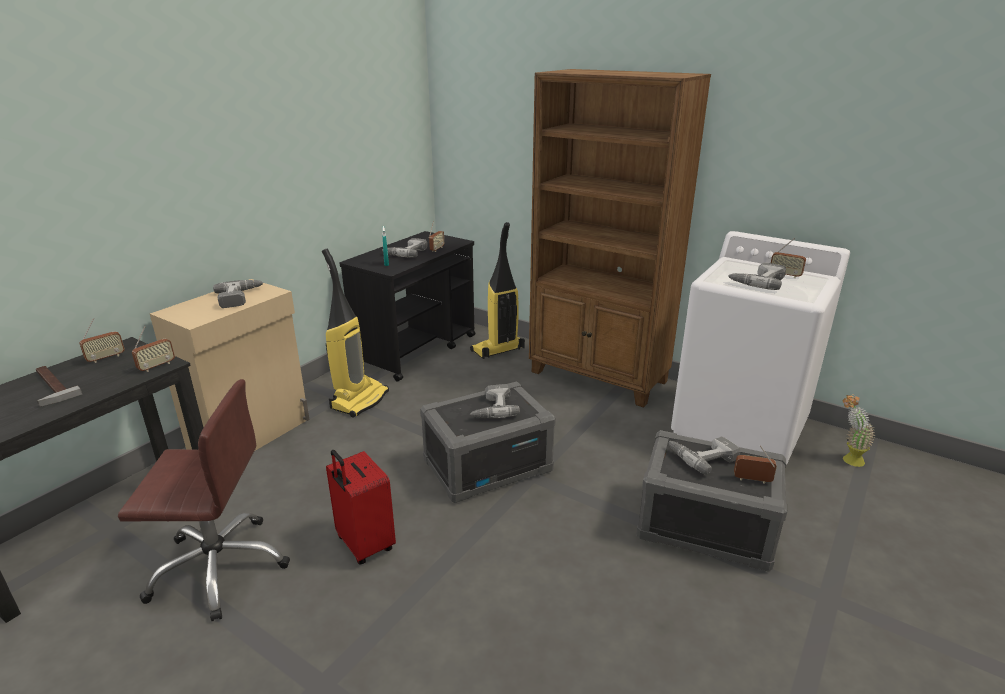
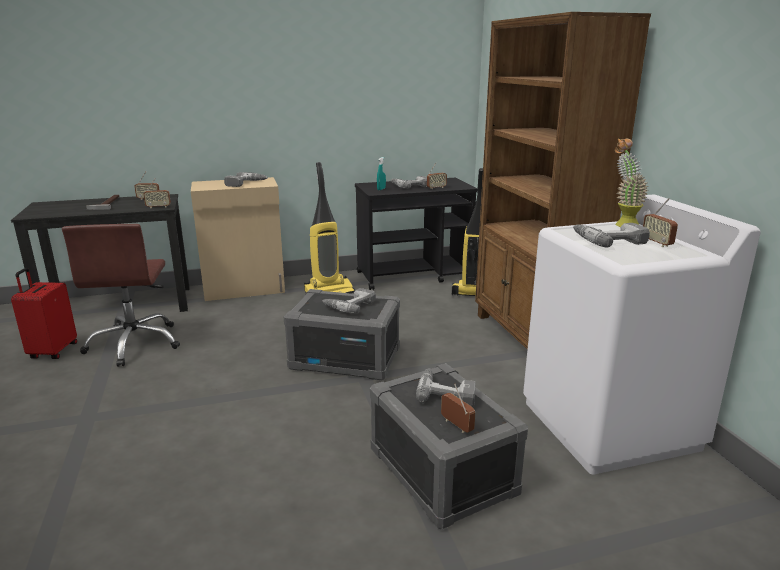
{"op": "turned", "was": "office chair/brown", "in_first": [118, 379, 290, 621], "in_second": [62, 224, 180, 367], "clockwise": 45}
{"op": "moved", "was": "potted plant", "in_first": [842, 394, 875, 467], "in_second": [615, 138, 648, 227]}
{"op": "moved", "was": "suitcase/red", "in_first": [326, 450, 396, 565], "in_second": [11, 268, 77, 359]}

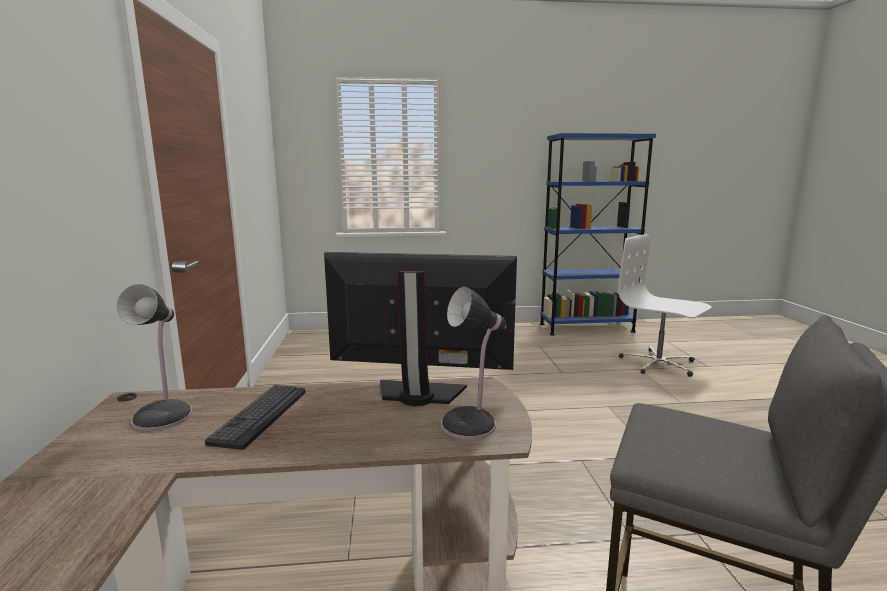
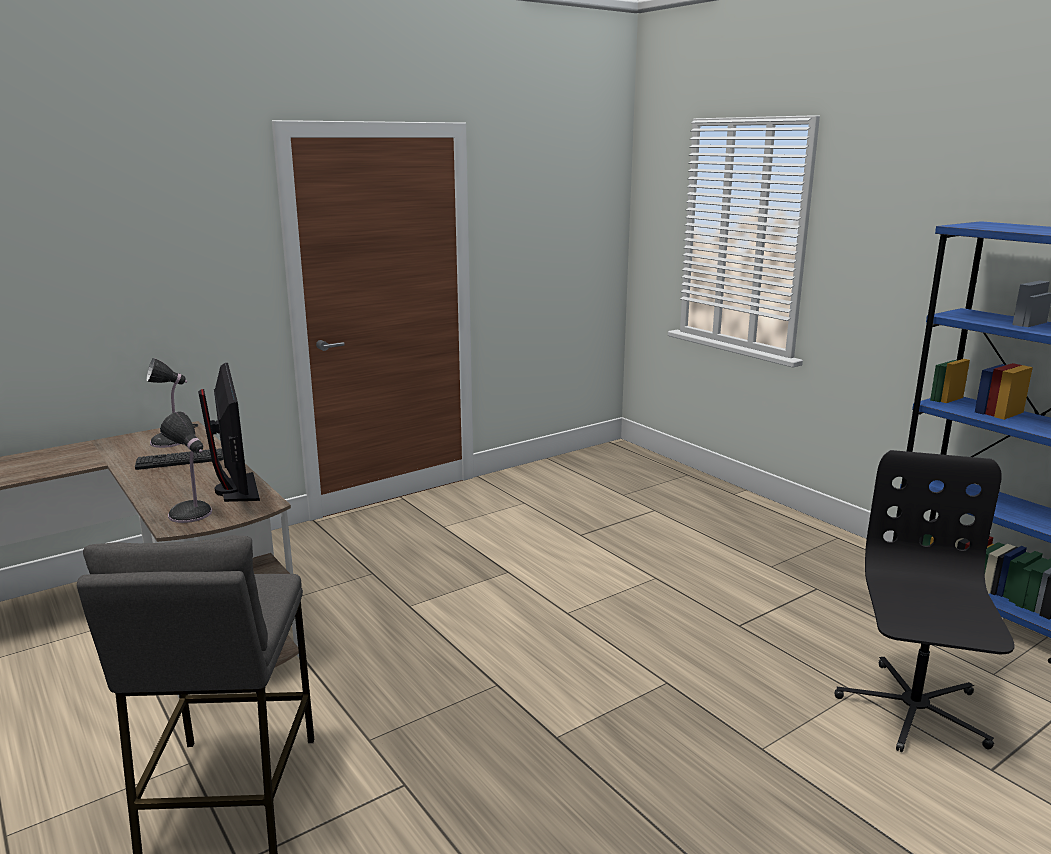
{"op": "recoloured", "was": "office chair/white", "now": "office chair/black", "in_first": [618, 234, 712, 377], "in_second": [835, 450, 1015, 752]}

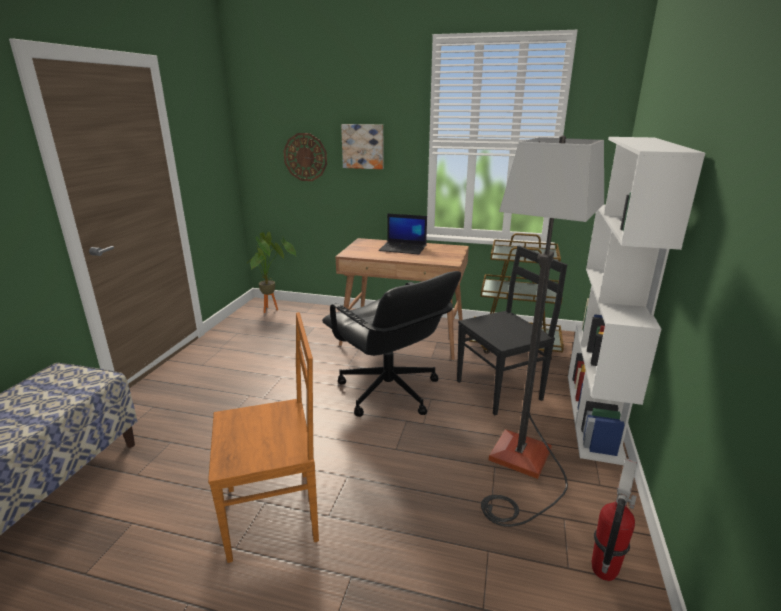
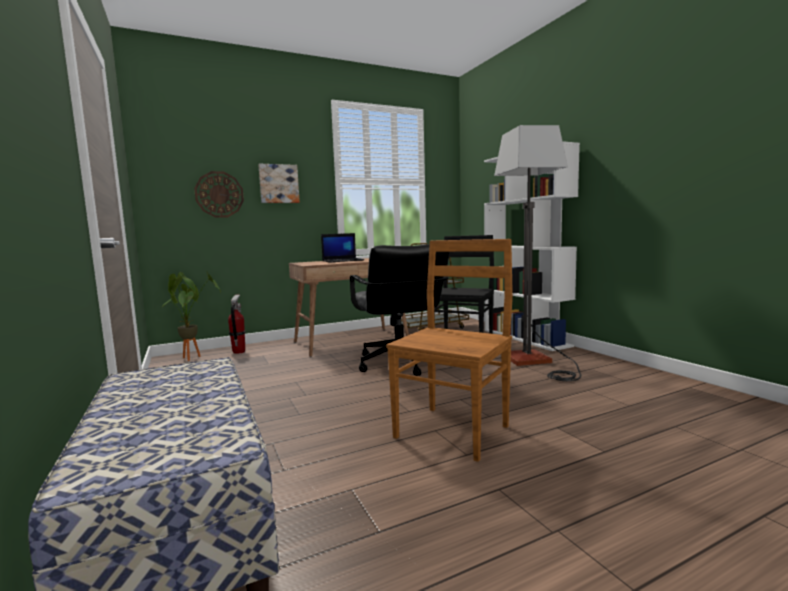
{"op": "turned", "was": "office chair/black", "in_first": [322, 271, 461, 417], "in_second": [350, 244, 450, 376], "clockwise": 60}
{"op": "moved", "was": "fire extinguisher", "in_first": [592, 459, 637, 581], "in_second": [228, 294, 246, 354]}

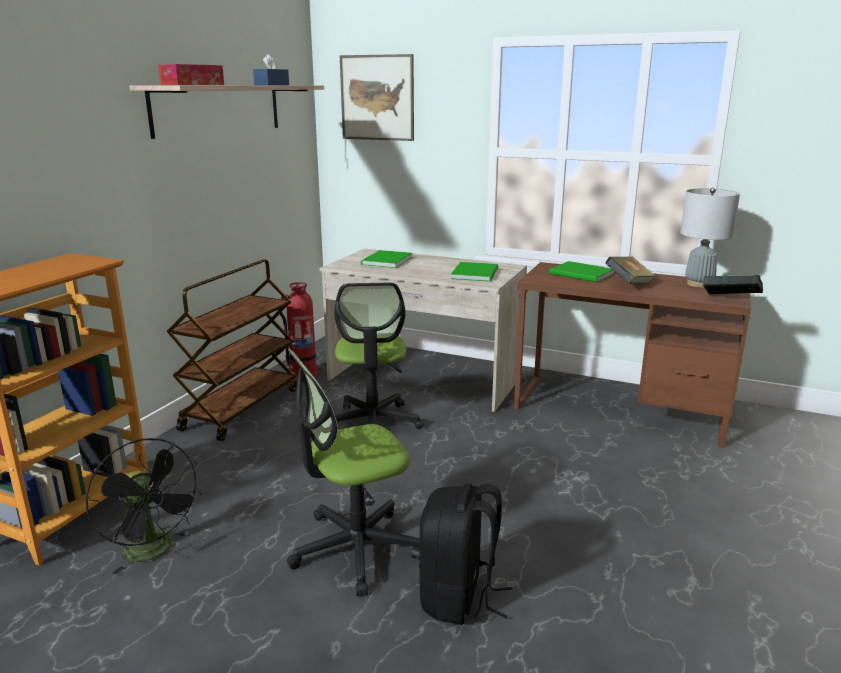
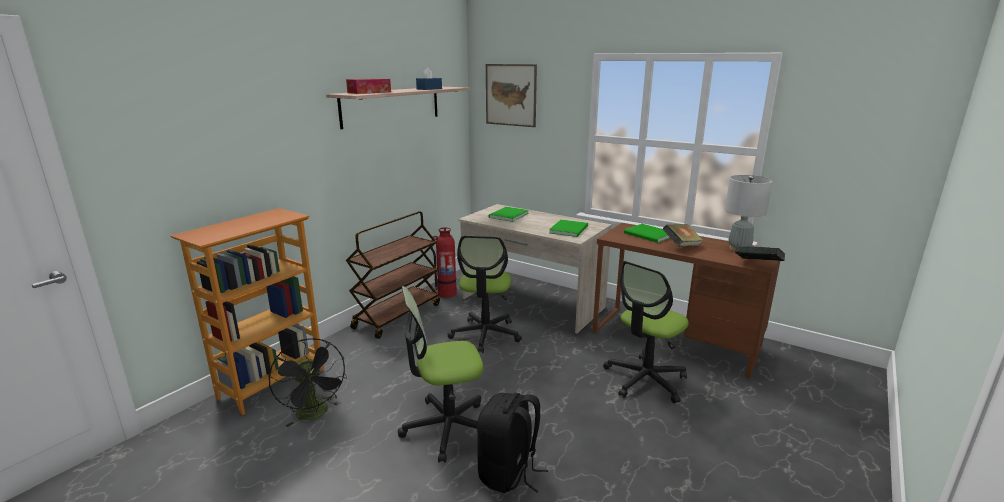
{"op": "added", "now": "office chair", "in_second": [603, 261, 689, 403]}

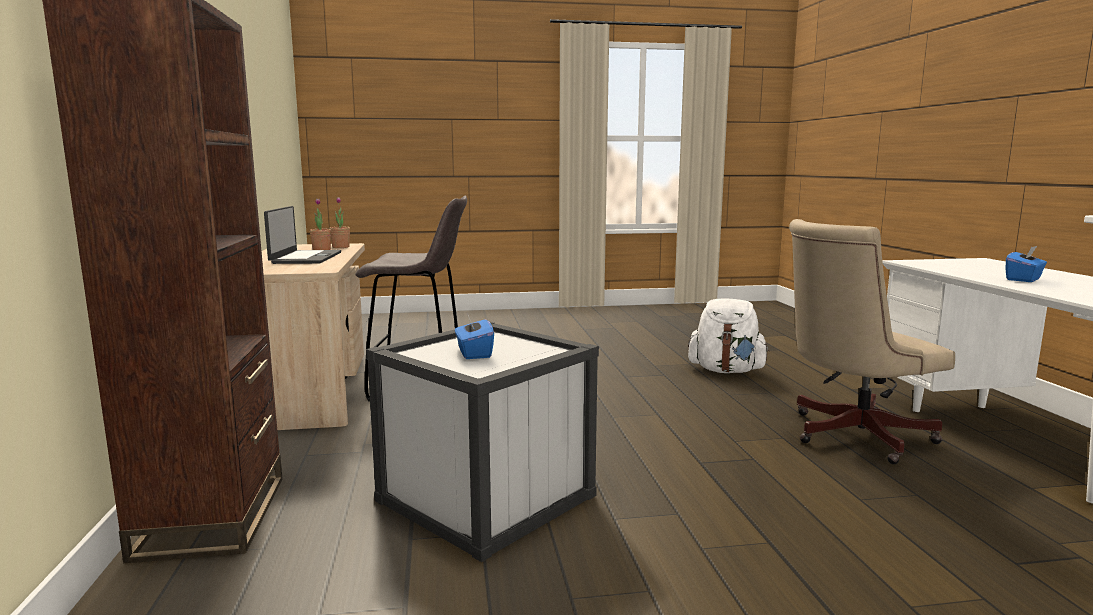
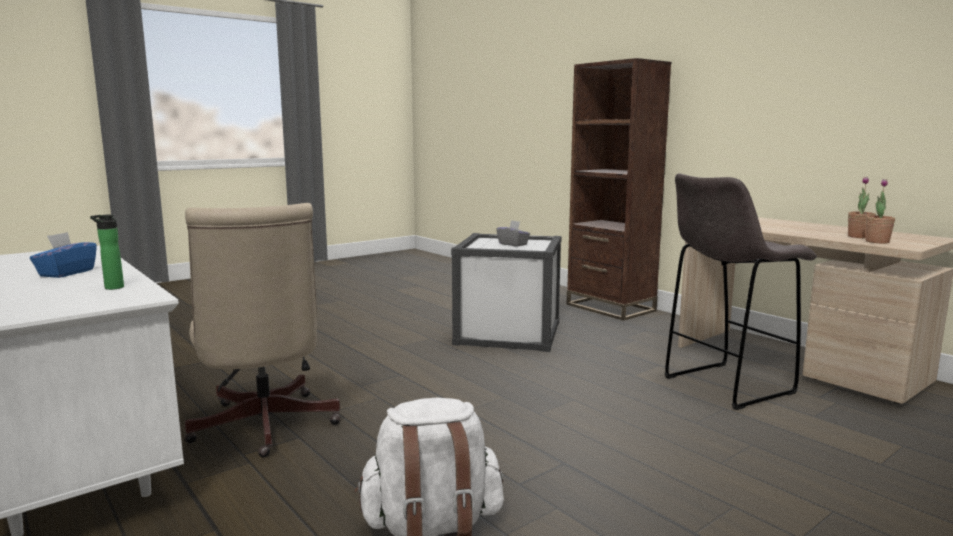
{"op": "removed", "was": "laptop", "in_first": [264, 206, 341, 264]}
{"op": "turned", "was": "office chair/beige", "in_first": [789, 219, 955, 464], "in_second": [184, 203, 341, 458], "clockwise": 120}
{"op": "recoloured", "was": "tissue box/blue", "now": "tissue box/grey", "in_first": [455, 313, 494, 359], "in_second": [496, 220, 530, 247]}
{"op": "added", "now": "bottle", "in_second": [90, 214, 124, 290]}

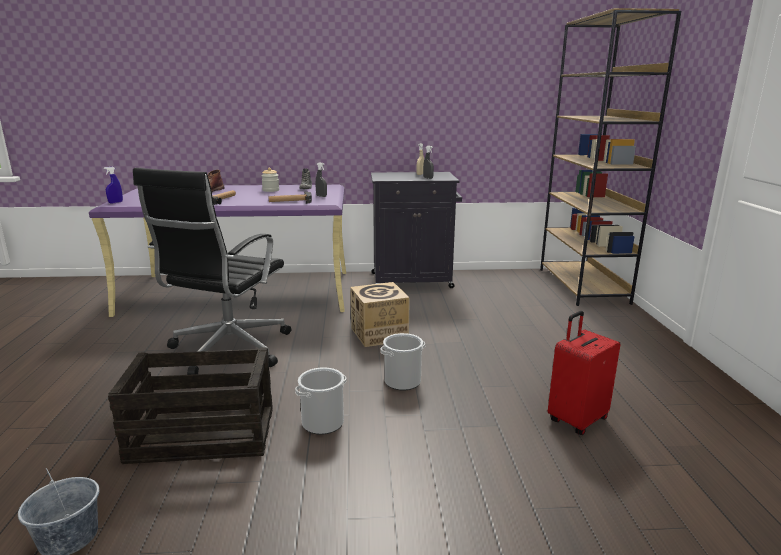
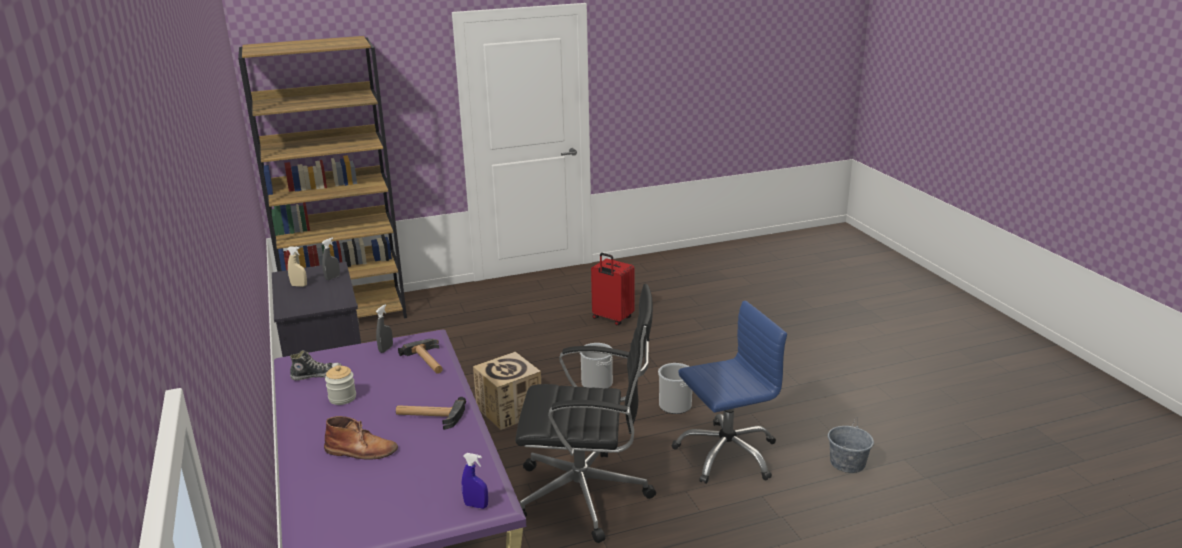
{"op": "replaced", "was": "crate", "now": "office chair/blue", "in_first": [108, 347, 273, 464], "in_second": [672, 300, 787, 484]}

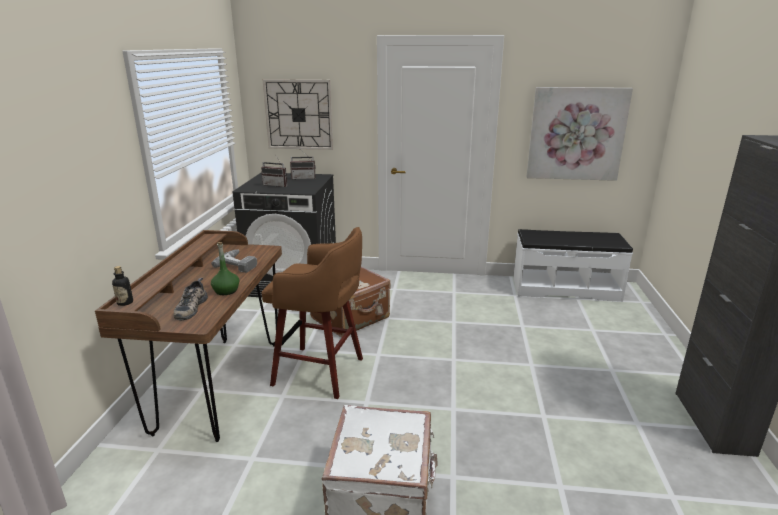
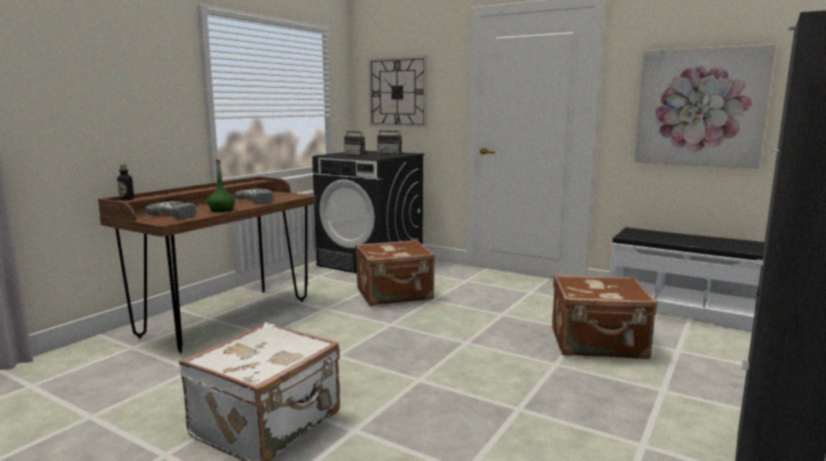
{"op": "removed", "was": "stool/brown", "in_first": [262, 227, 363, 399]}
{"op": "replaced", "was": "shoe", "now": "power drill", "in_first": [173, 278, 208, 320], "in_second": [145, 201, 196, 219]}
{"op": "added", "now": "suitcase/brown", "in_second": [552, 274, 657, 359]}

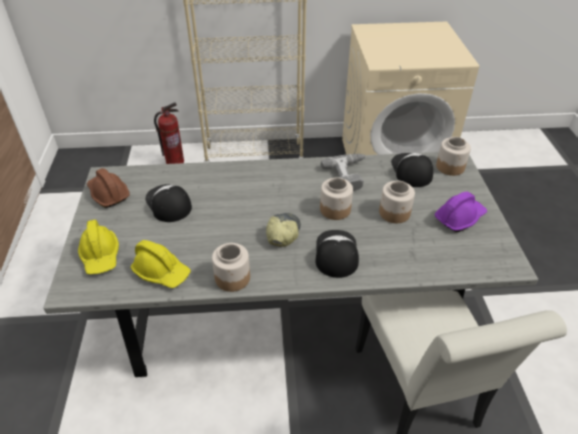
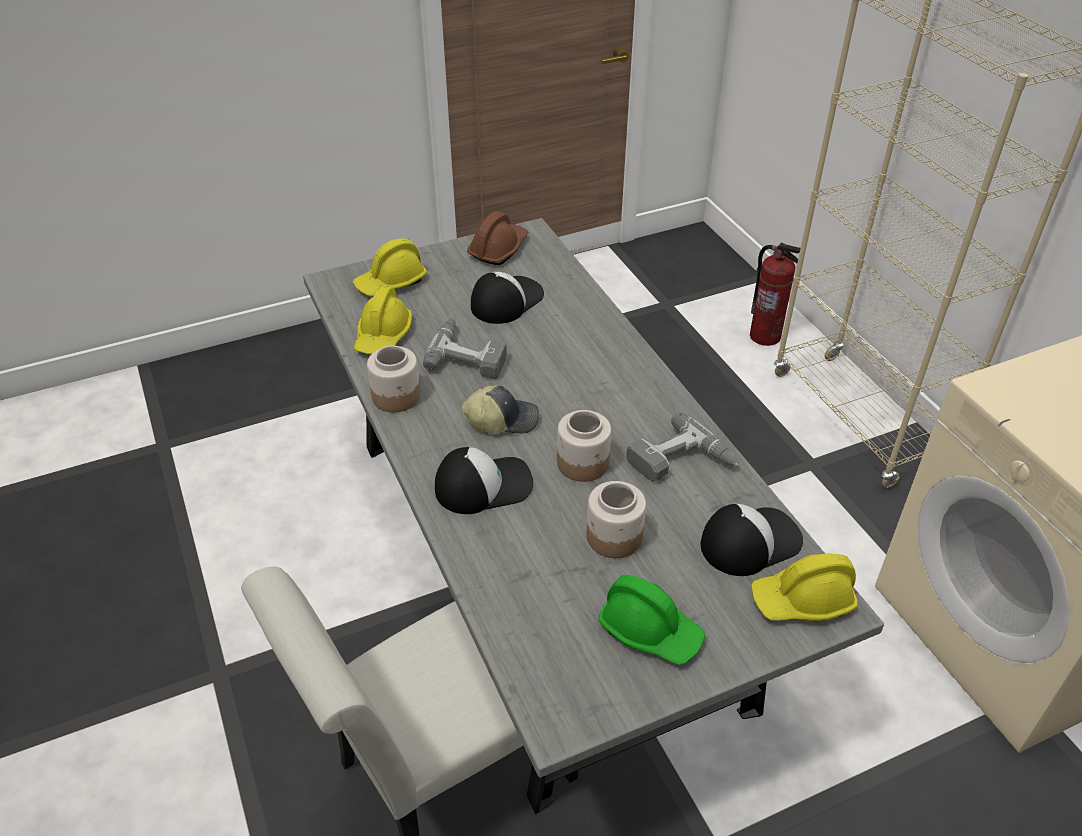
{"op": "replaced", "was": "jar", "now": "hard hat/yellow", "in_first": [436, 137, 471, 176], "in_second": [751, 554, 858, 621]}
{"op": "recoloured", "was": "hard hat/purple", "now": "hard hat/green", "in_first": [435, 192, 487, 232], "in_second": [599, 575, 705, 665]}
{"op": "added", "now": "power drill", "in_second": [423, 318, 507, 379]}

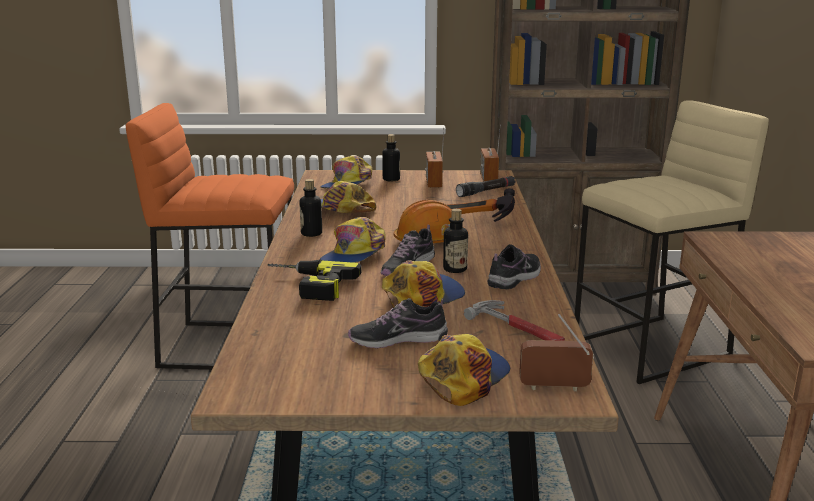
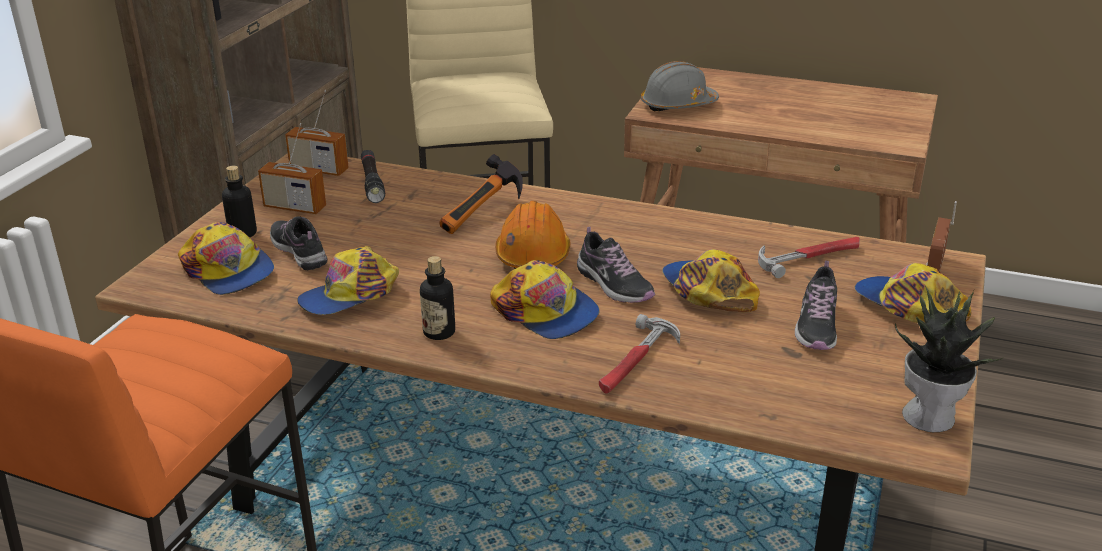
{"op": "removed", "was": "bottle", "in_first": [443, 209, 468, 273]}
{"op": "moved", "was": "shoe", "in_first": [488, 244, 541, 289], "in_second": [270, 216, 327, 270]}
{"op": "replaced", "was": "power drill", "now": "hammer", "in_first": [268, 260, 362, 301], "in_second": [599, 314, 680, 394]}
{"op": "added", "now": "hard hat/grey", "in_second": [641, 61, 719, 112]}
{"op": "added", "now": "potted plant", "in_second": [895, 285, 1004, 432]}

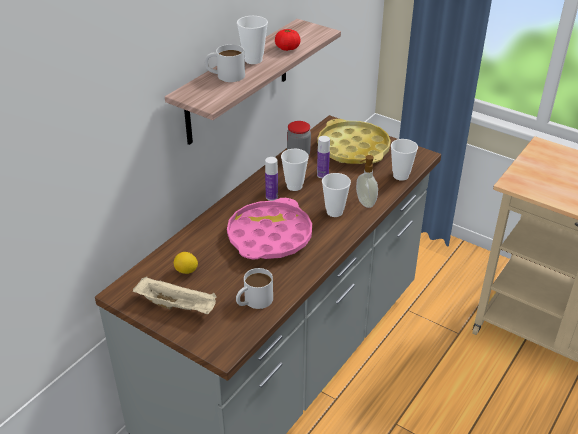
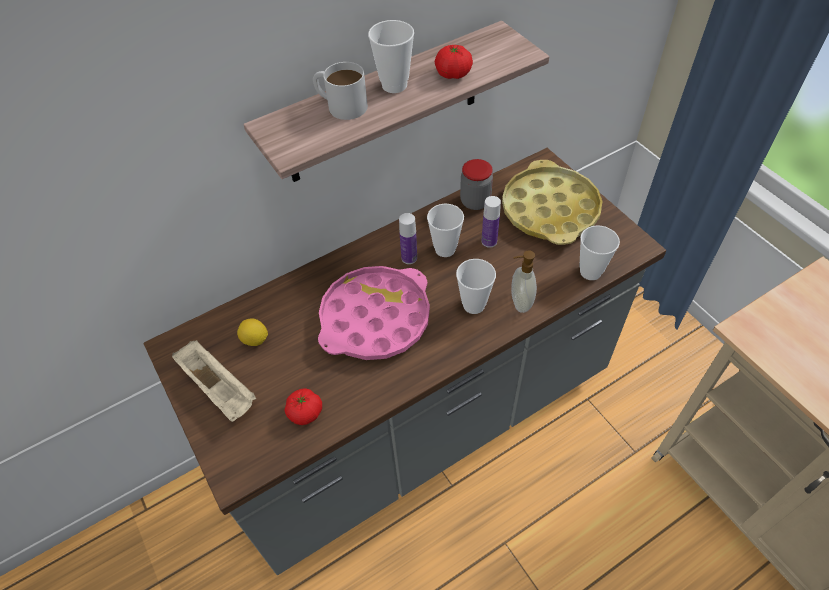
{"op": "replaced", "was": "mug/white", "now": "tomato", "in_first": [236, 268, 273, 309], "in_second": [284, 388, 322, 425]}

